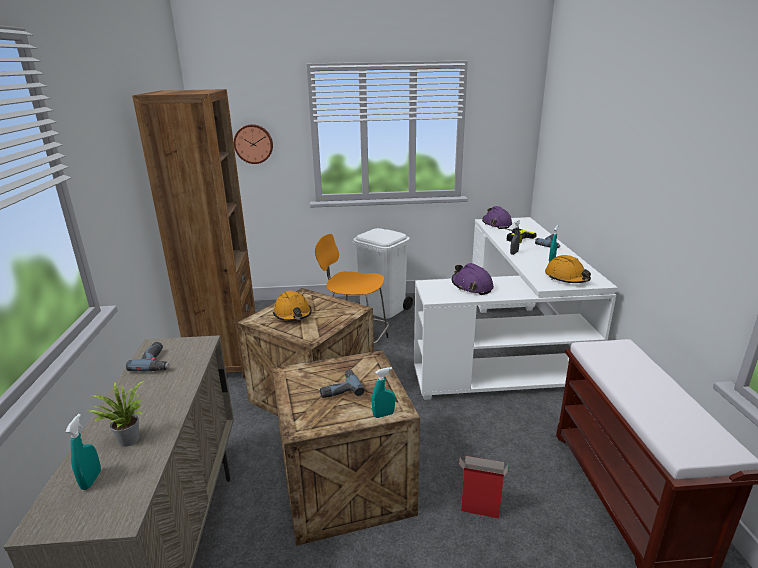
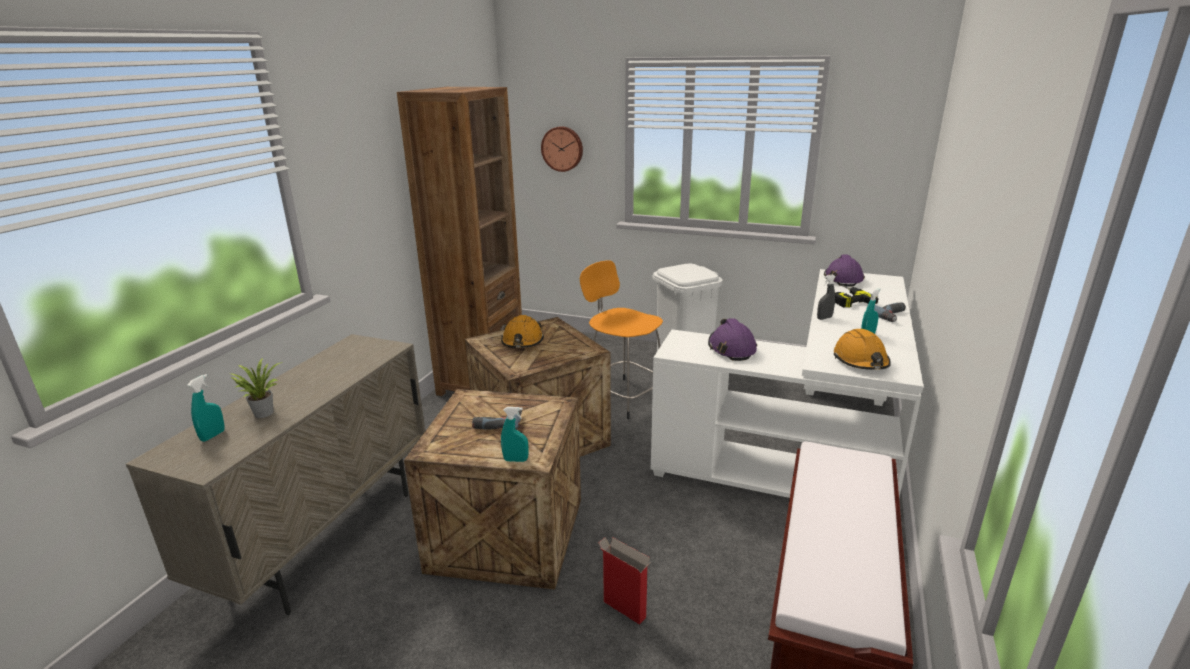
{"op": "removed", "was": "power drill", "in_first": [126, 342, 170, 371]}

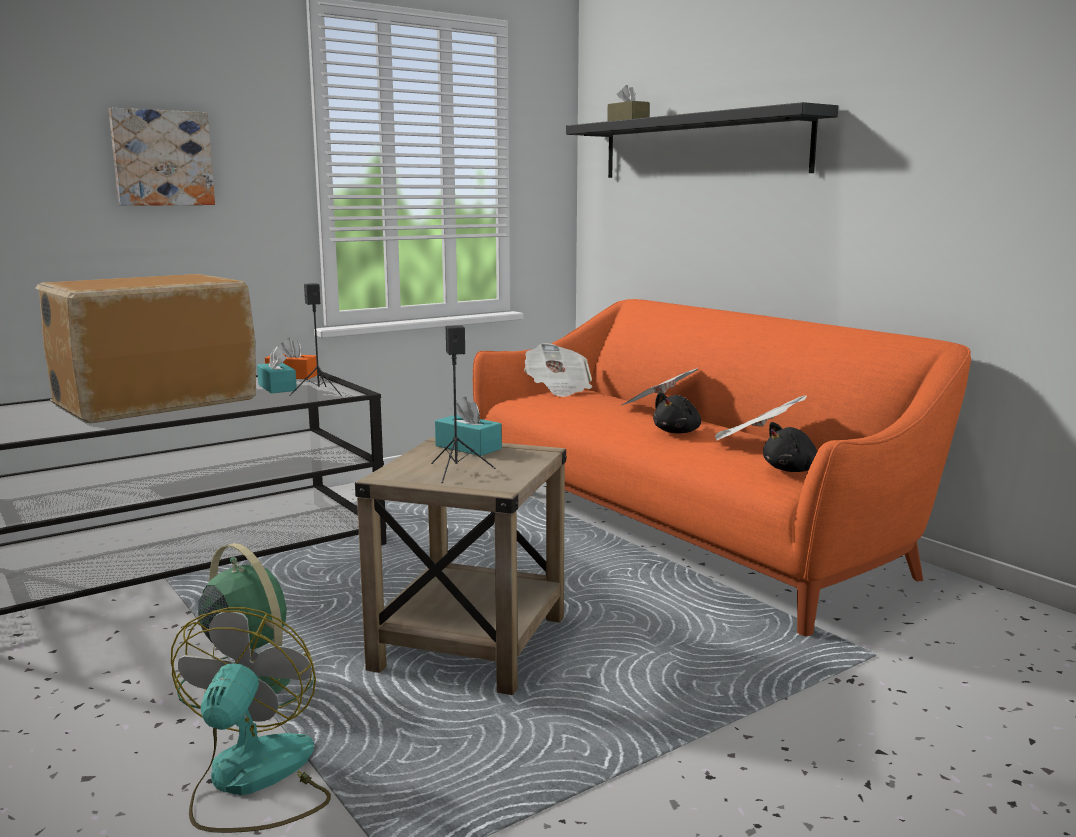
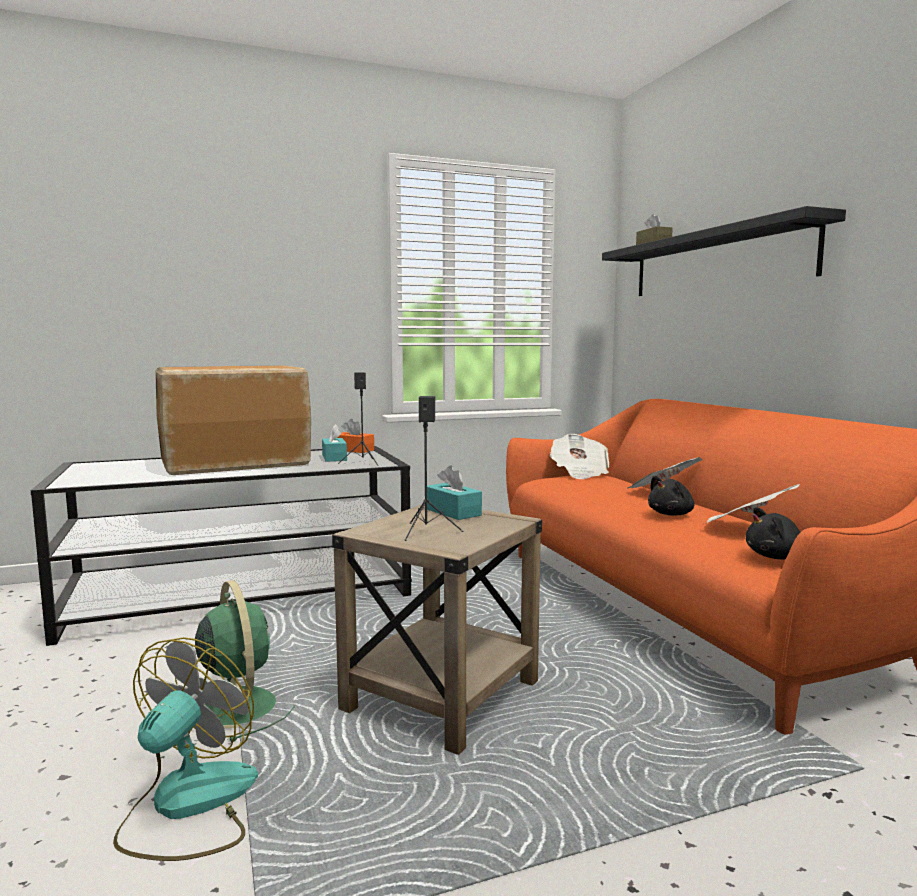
{"op": "removed", "was": "picture", "in_first": [109, 108, 215, 206]}

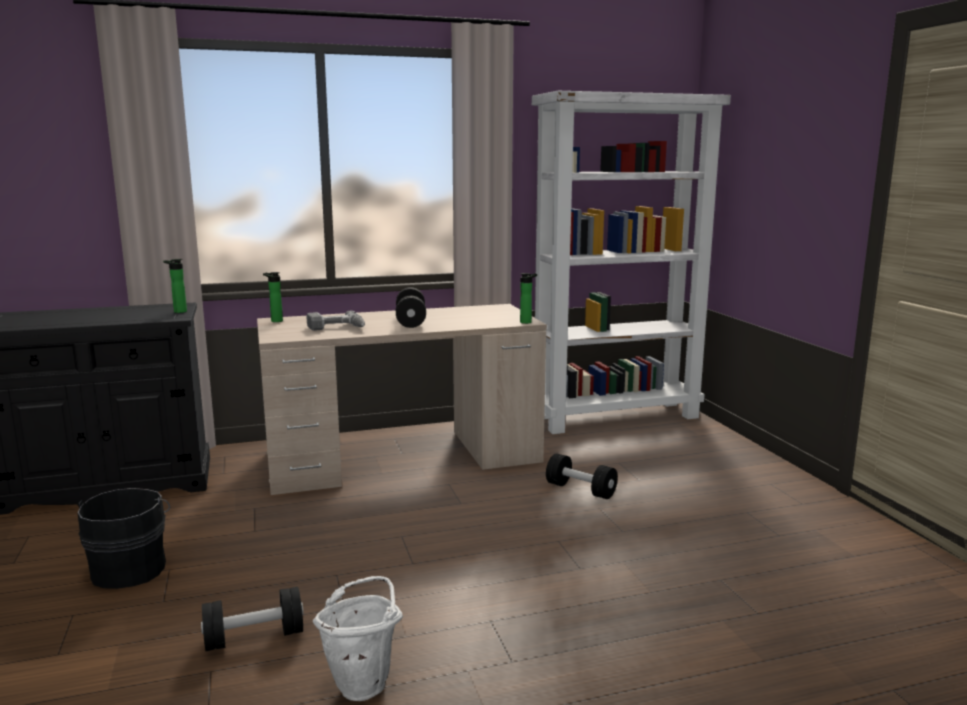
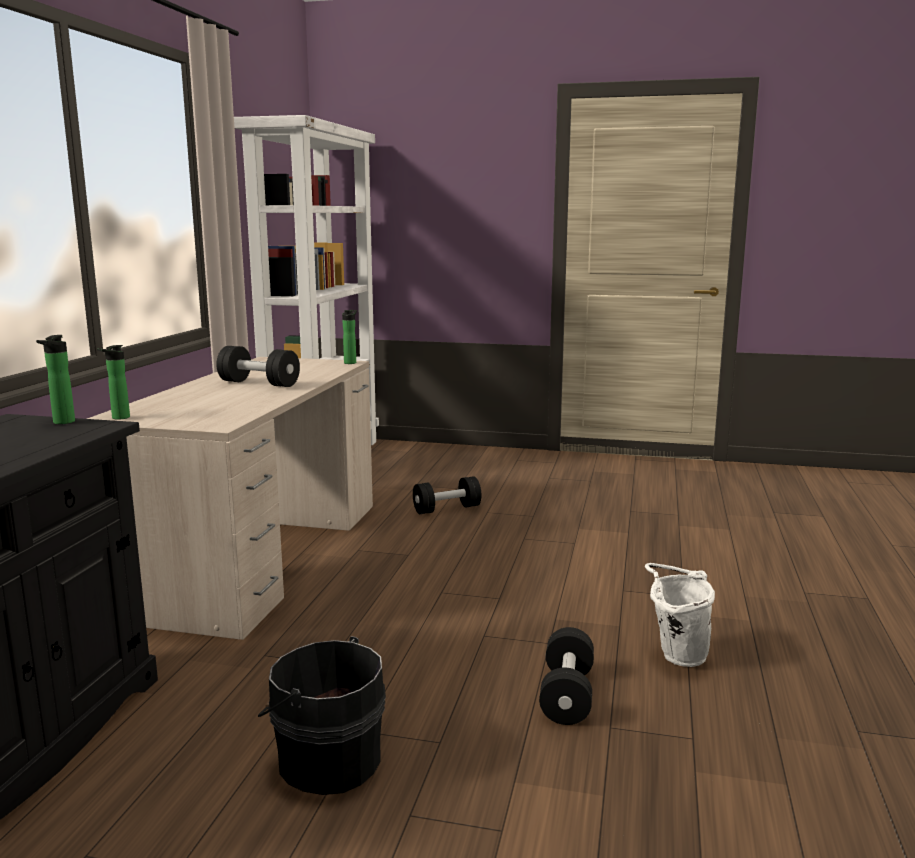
{"op": "removed", "was": "power drill", "in_first": [307, 311, 365, 331]}

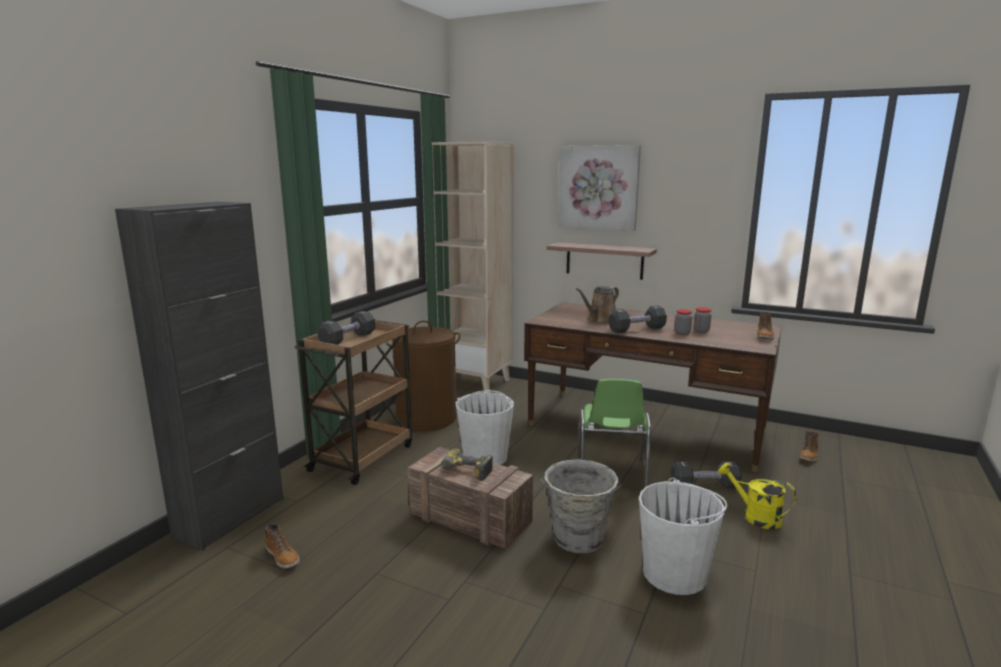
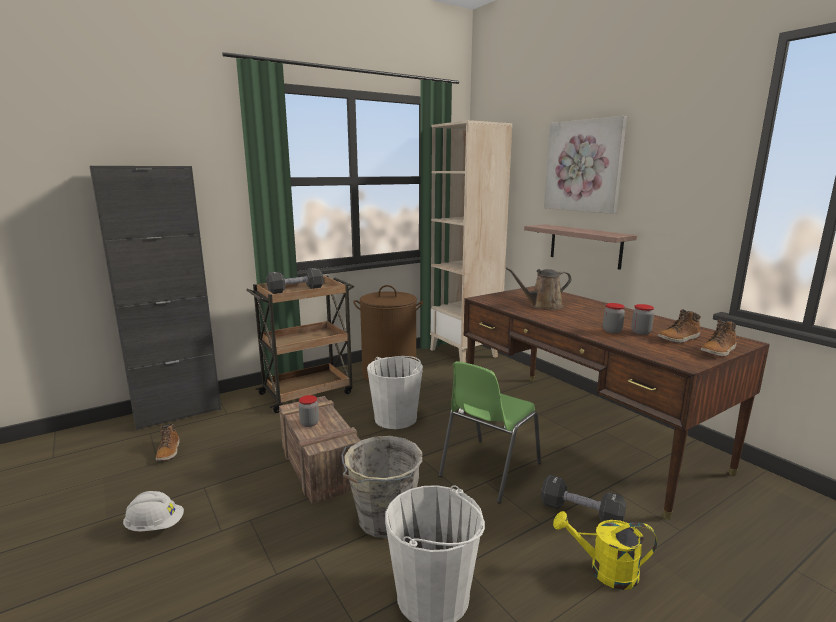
{"op": "removed", "was": "dumbbell/black", "in_first": [608, 306, 667, 333]}
{"op": "moved", "was": "boot", "in_first": [800, 431, 818, 462], "in_second": [658, 309, 701, 343]}
{"op": "replaced", "was": "power drill", "now": "jar", "in_first": [439, 449, 493, 481], "in_second": [299, 395, 319, 427]}
{"op": "turned", "was": "watering can/yellow", "in_first": [718, 462, 796, 529], "in_second": [553, 511, 657, 590], "clockwise": -60}
{"op": "added", "now": "hard hat/white", "in_second": [123, 491, 184, 532]}

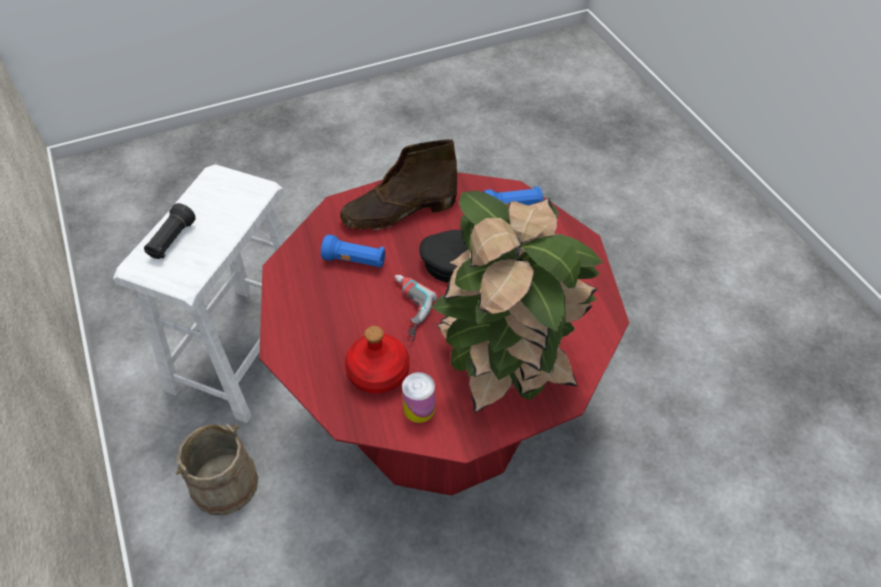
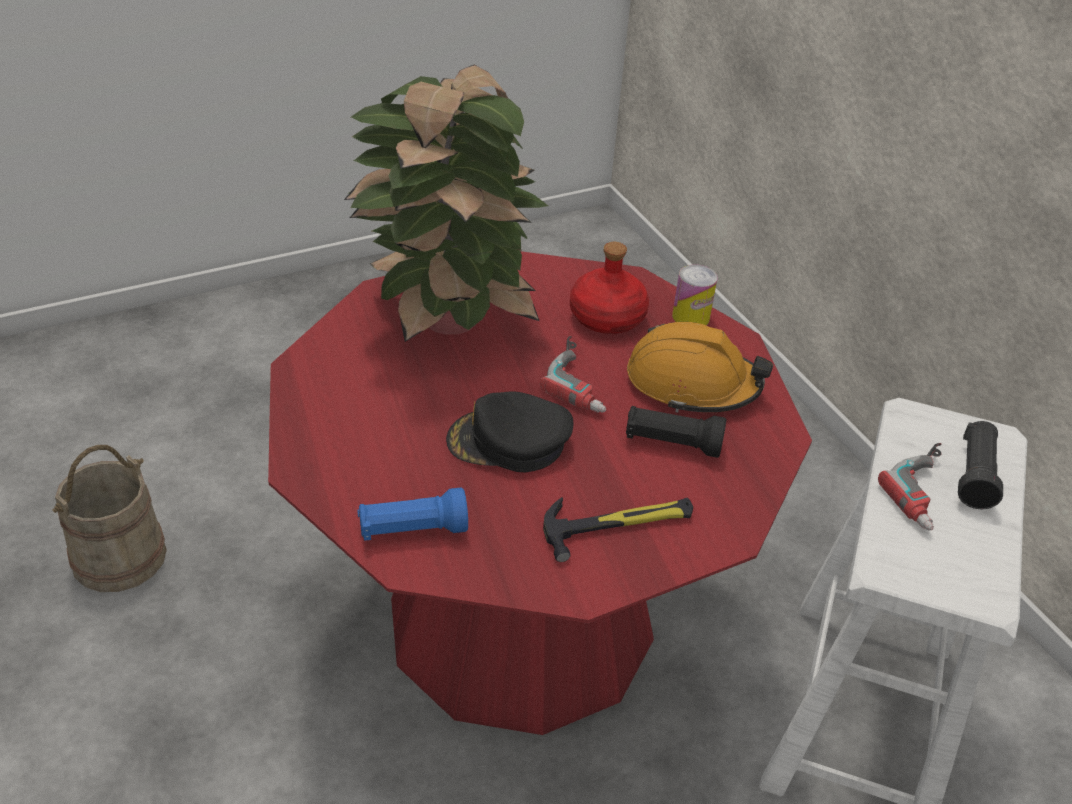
{"op": "replaced", "was": "boot/brown", "now": "hammer", "in_first": [340, 139, 457, 230], "in_second": [543, 497, 693, 562]}
{"op": "recoloured", "was": "flashlight/blue", "now": "flashlight/black", "in_first": [321, 234, 385, 268], "in_second": [626, 406, 726, 458]}
{"op": "moved", "was": "can", "in_first": [402, 372, 435, 423], "in_second": [672, 265, 718, 325]}
{"op": "moved", "was": "bucket/beige", "in_first": [175, 424, 258, 515], "in_second": [52, 445, 167, 592]}
{"op": "added", "now": "hard hat/orange", "in_second": [627, 322, 773, 413]}
{"op": "added", "now": "power drill", "in_second": [878, 443, 942, 531]}

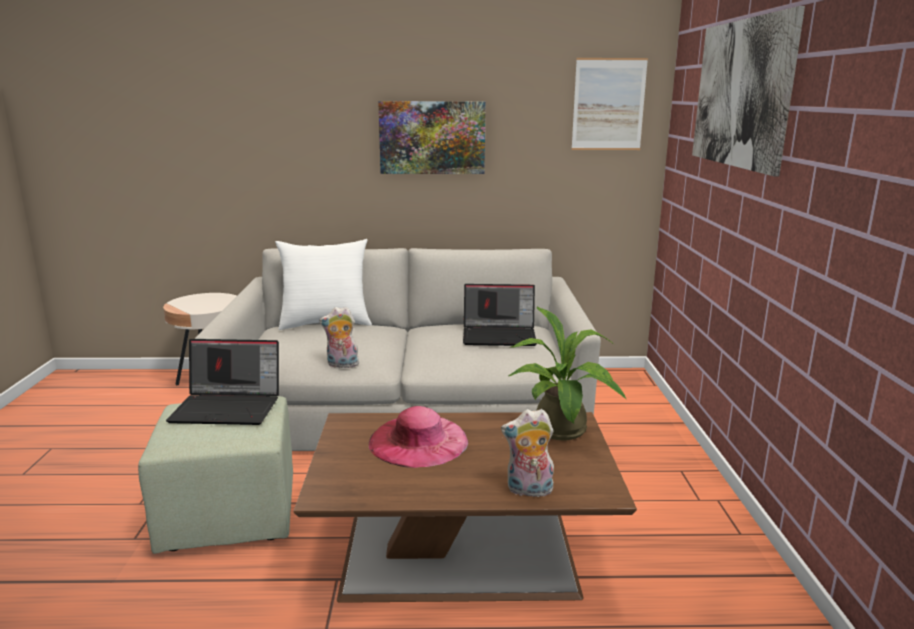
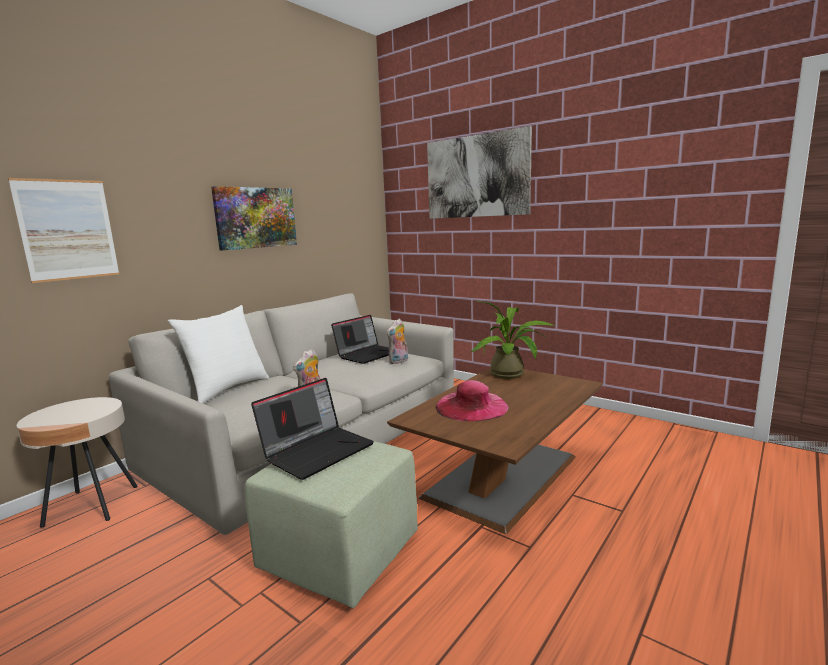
{"op": "moved", "was": "picture", "in_first": [571, 58, 648, 150], "in_second": [8, 178, 119, 283]}
{"op": "moved", "was": "plush toy", "in_first": [501, 409, 554, 497], "in_second": [387, 319, 408, 364]}

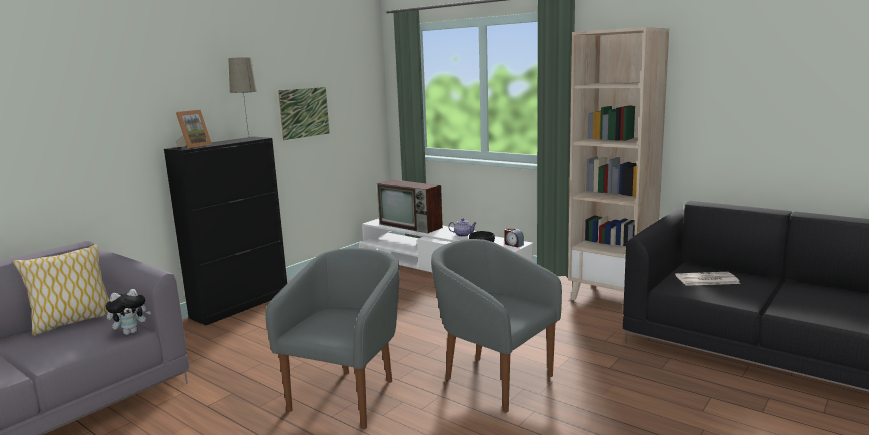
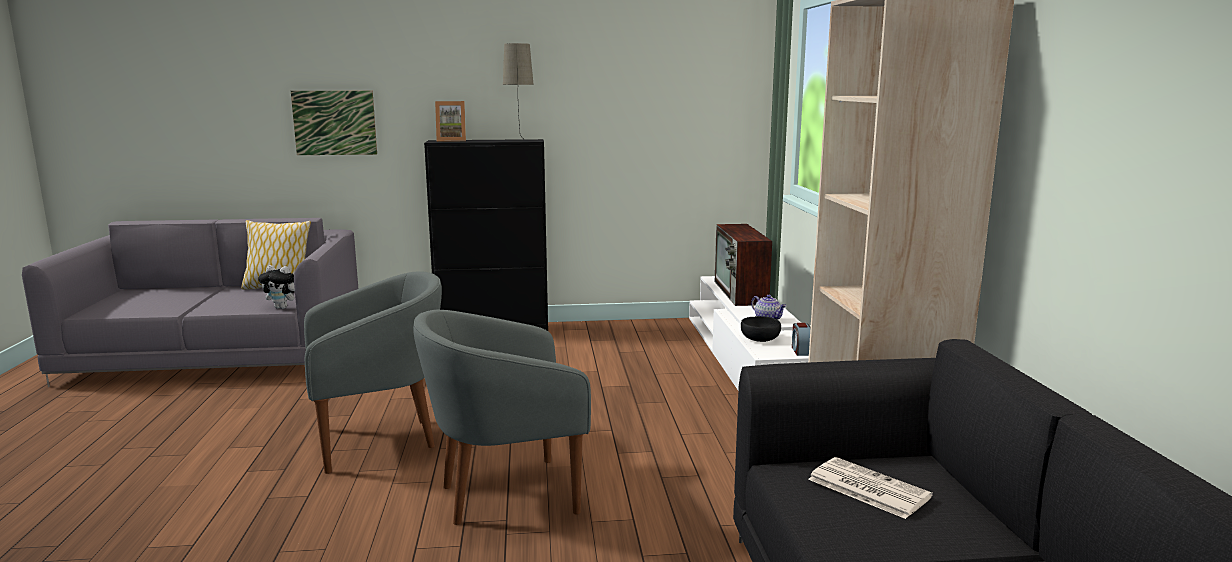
{"op": "moved", "was": "picture", "in_first": [278, 87, 329, 140], "in_second": [291, 91, 377, 155]}
{"op": "turned", "was": "armchair/grey", "in_first": [431, 239, 562, 412], "in_second": [413, 310, 591, 525], "clockwise": -105}

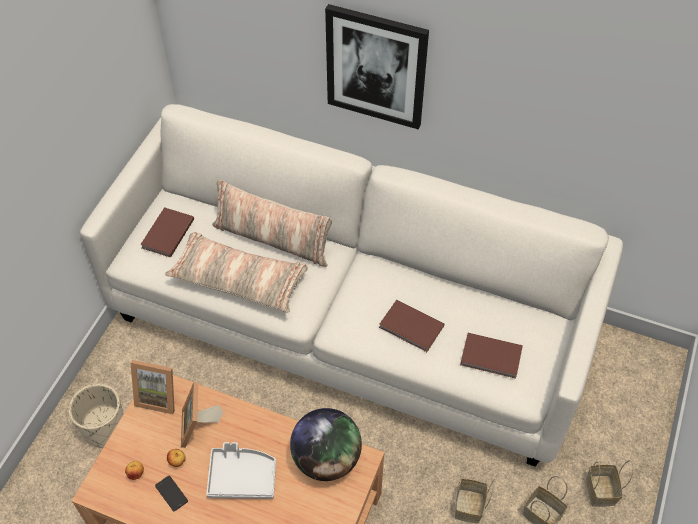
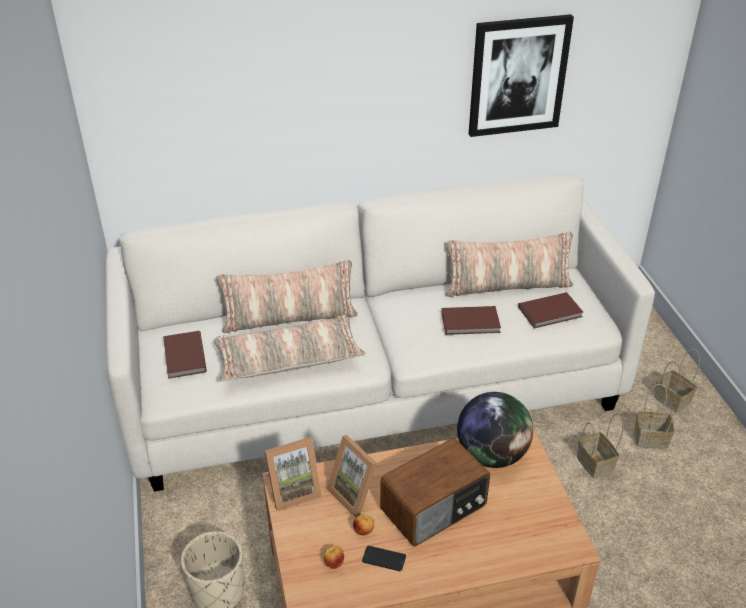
{"op": "moved", "was": "picture", "in_first": [325, 4, 429, 129], "in_second": [469, 14, 574, 137]}
{"op": "replaced", "was": "tray/grey", "now": "radio", "in_first": [206, 442, 276, 499], "in_second": [380, 438, 490, 547]}
{"op": "added", "now": "pillow", "in_second": [445, 232, 573, 297]}

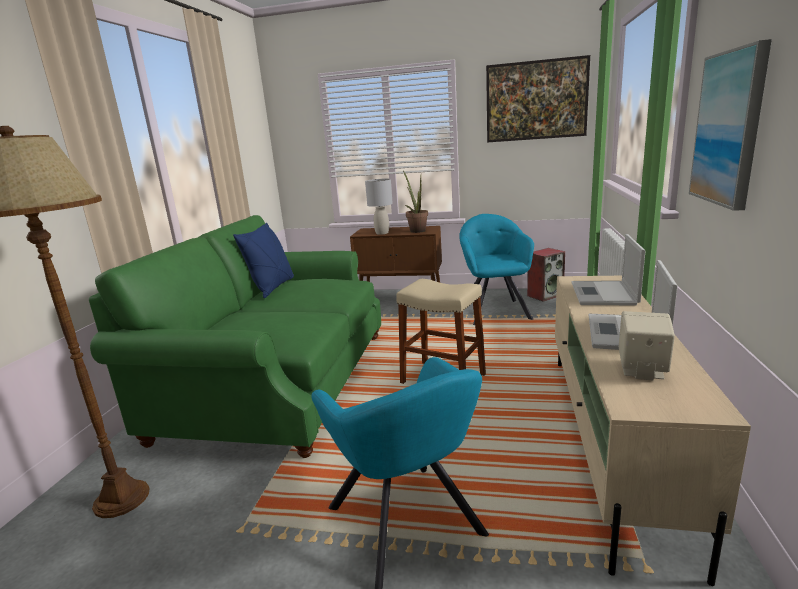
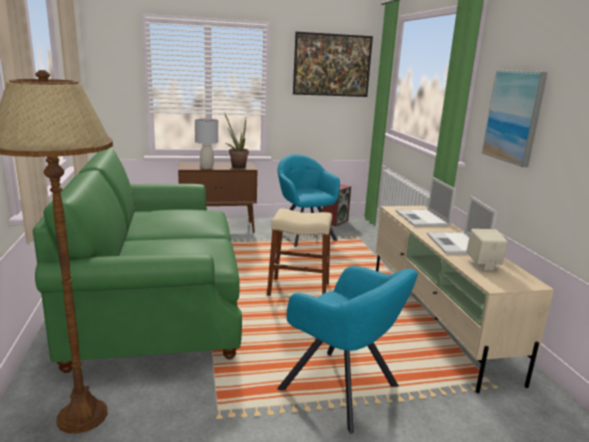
{"op": "removed", "was": "pillow/blue", "in_first": [233, 222, 294, 298]}

